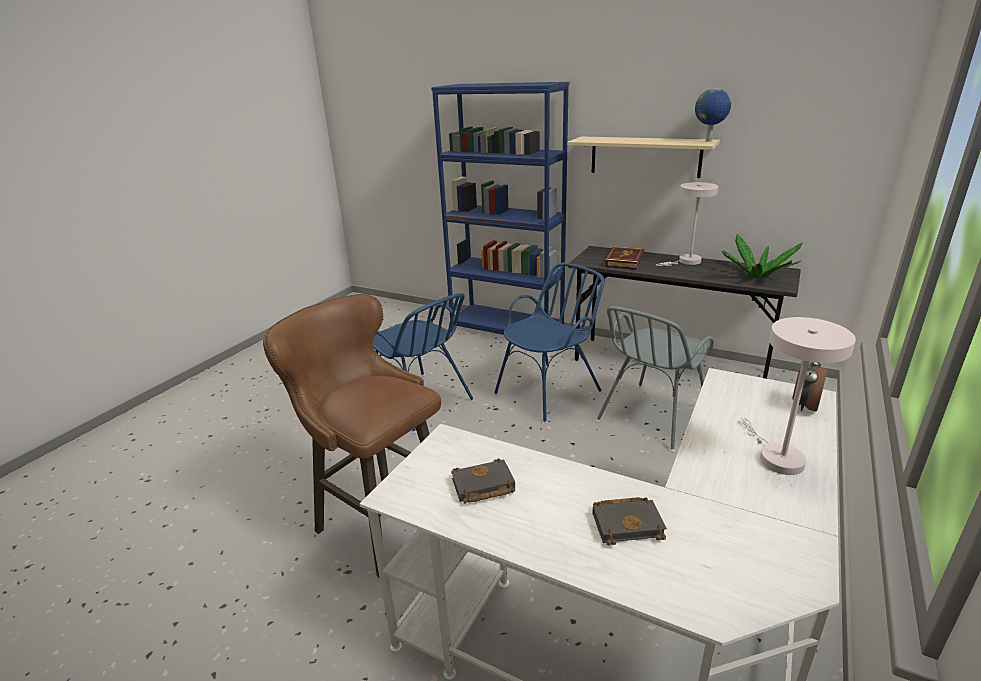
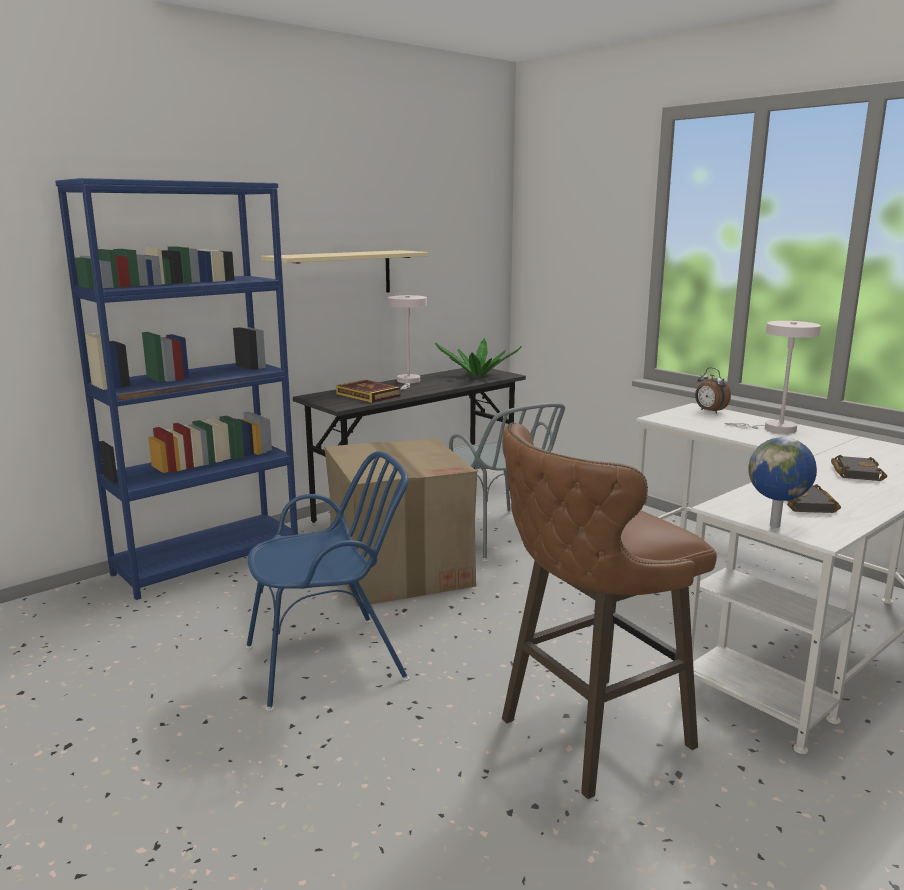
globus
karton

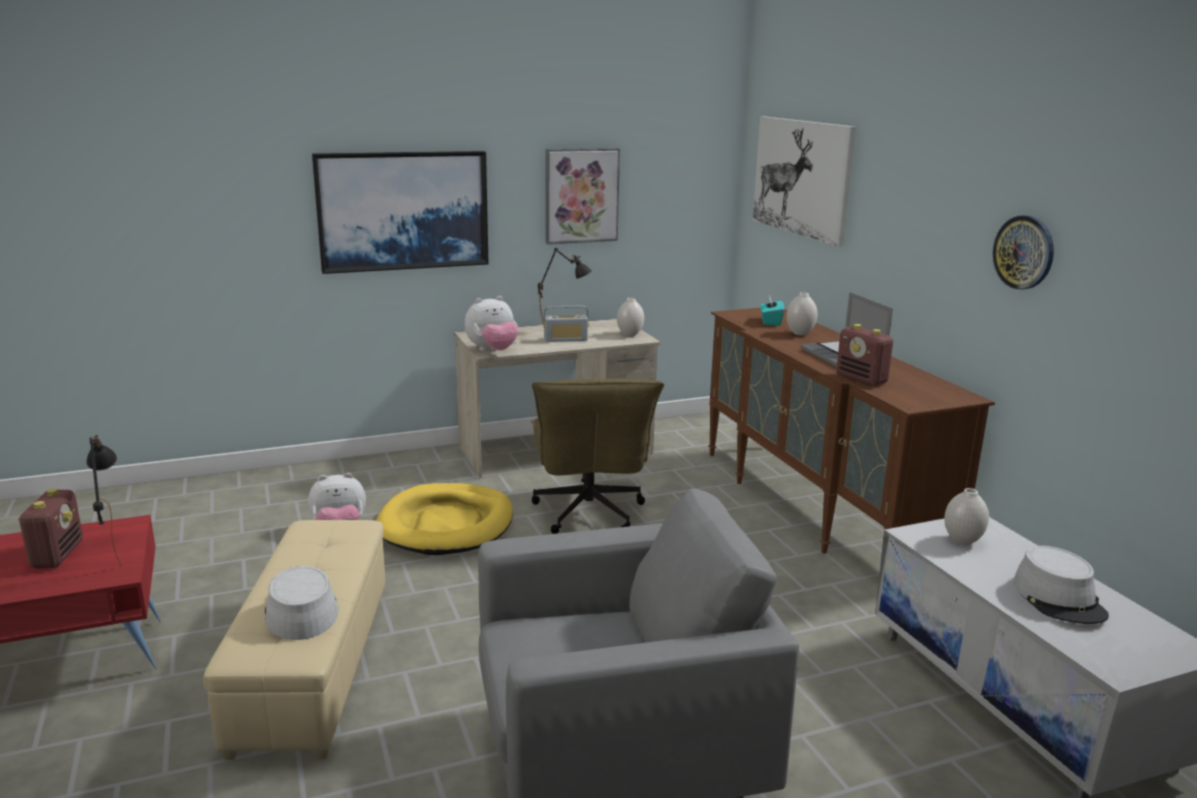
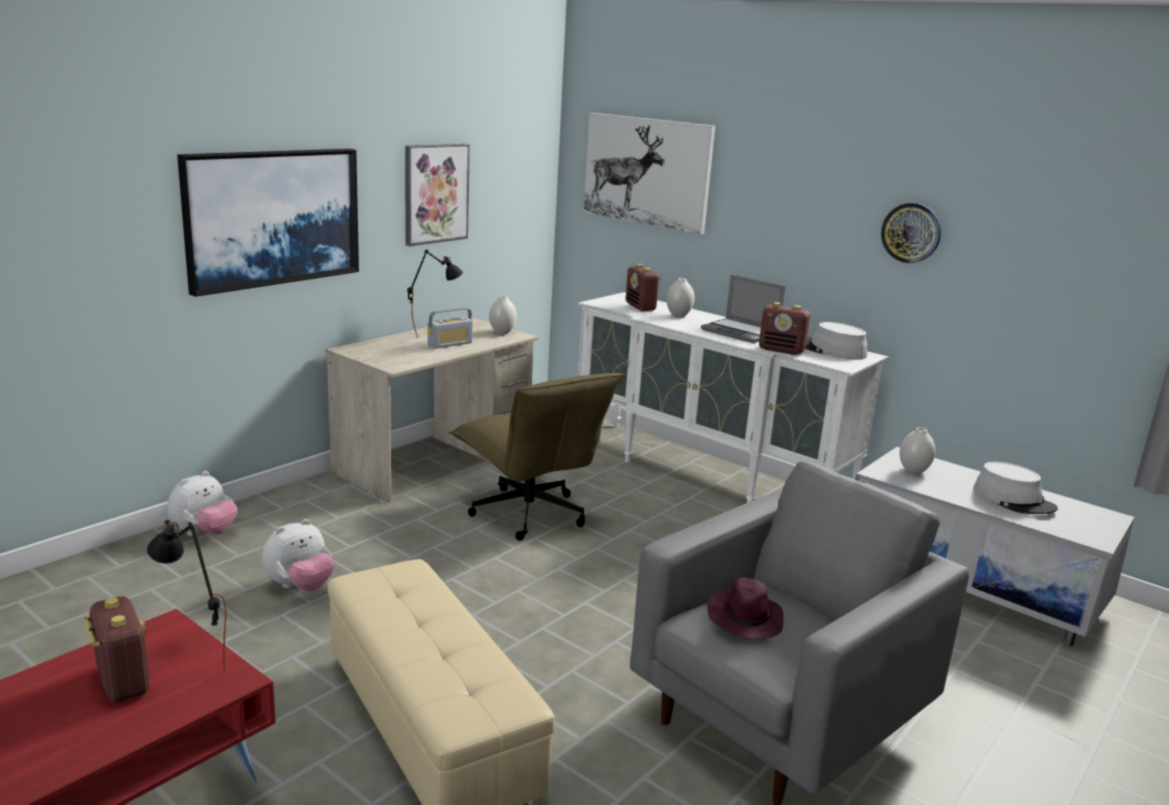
pluszak (1st from left)
radio (3rd from left)
szafka (biały)
legowisko (żółty)
kapelusz (szary) (1st from left)
kapelusz (fioletowy)

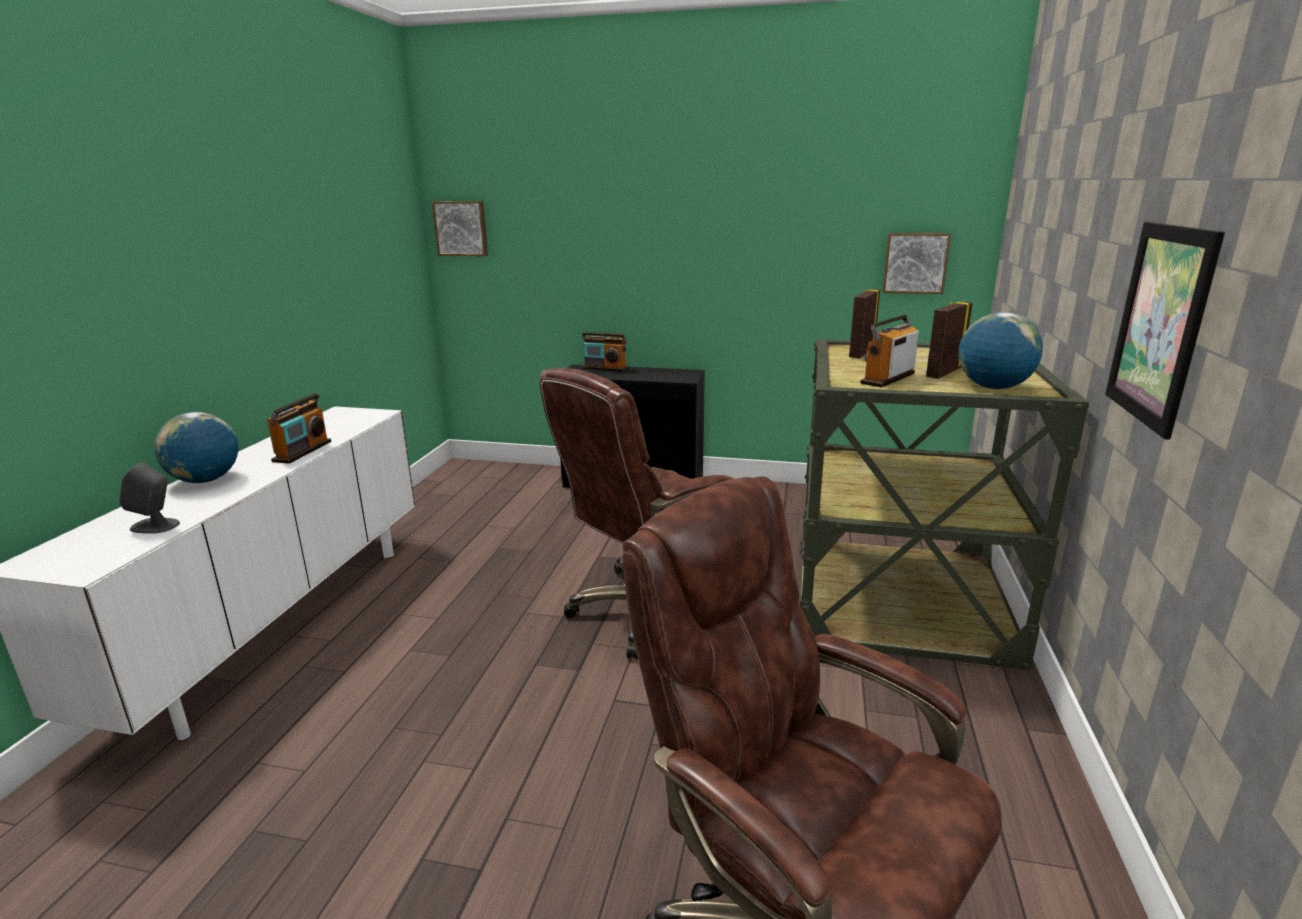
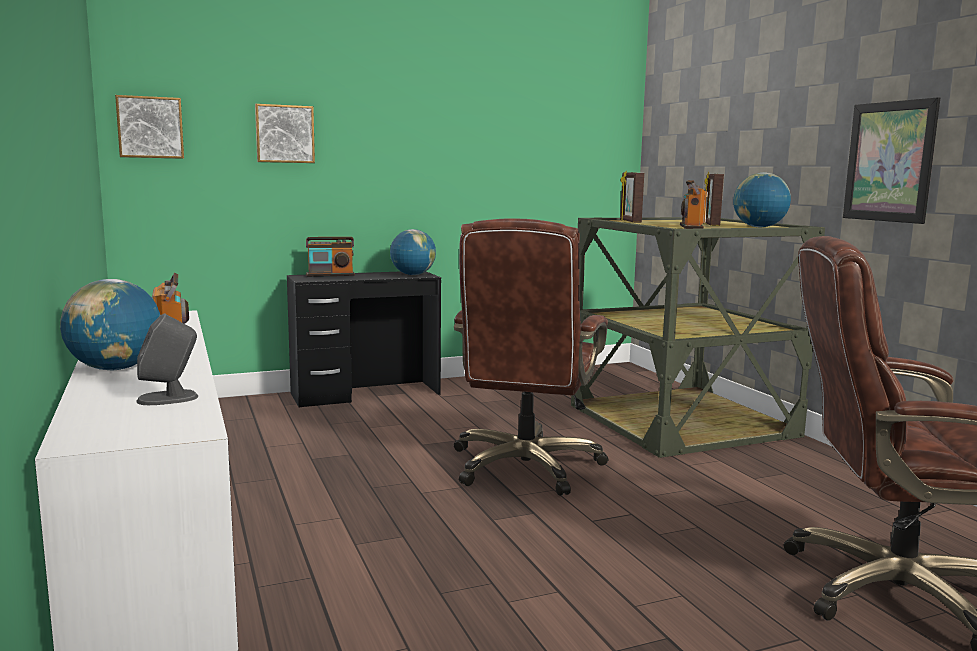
obraz (2nd from left)
globus (2nd from left)

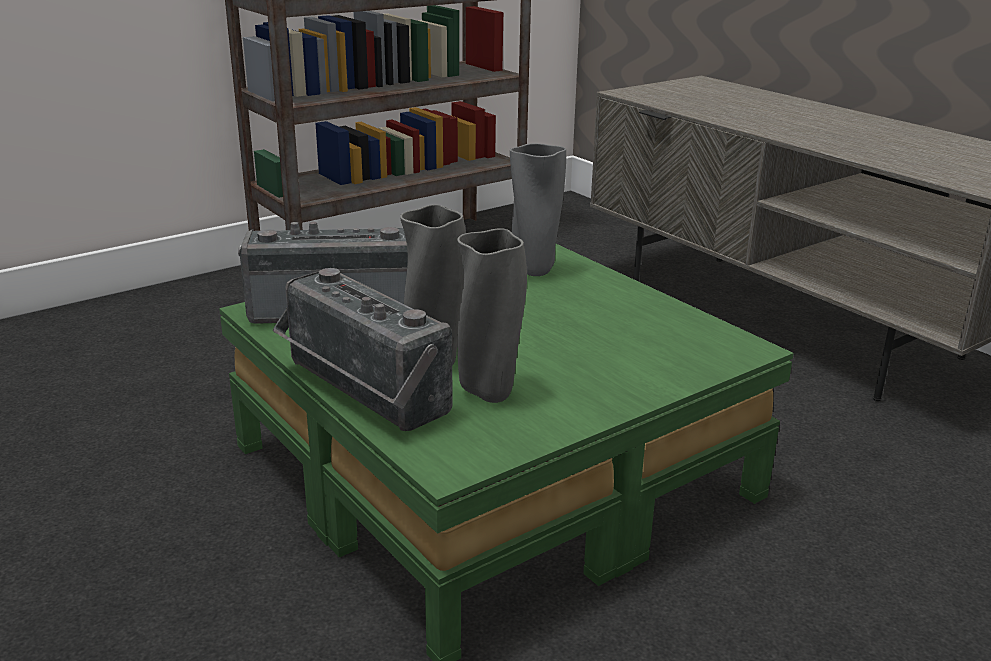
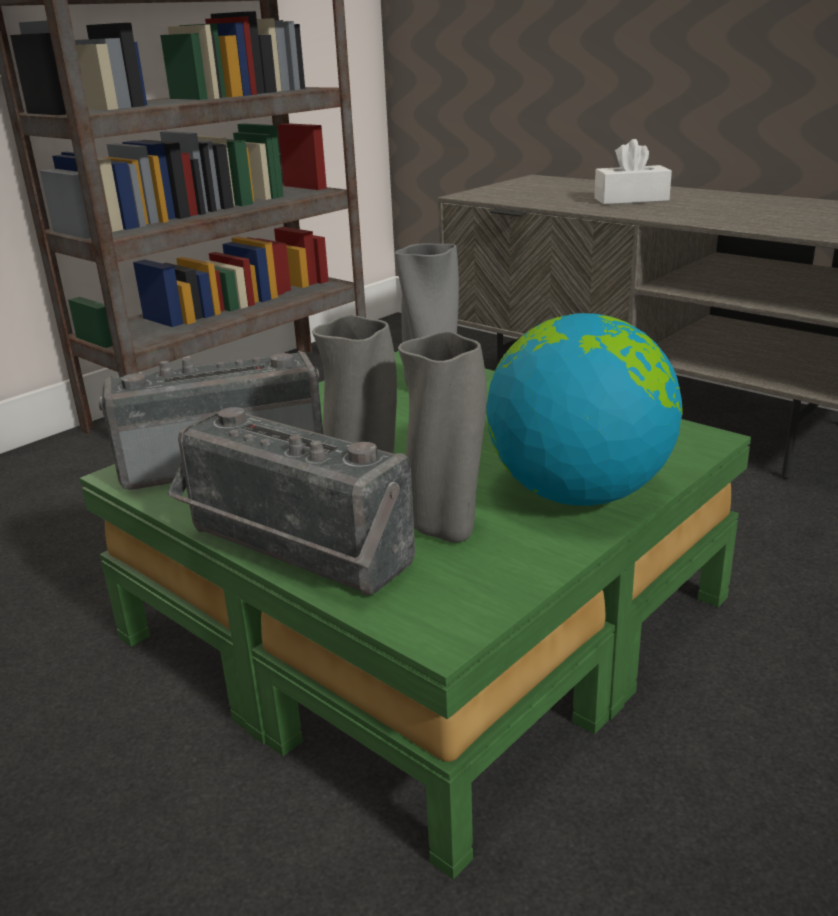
pudełko chusteczek (biały)
globus

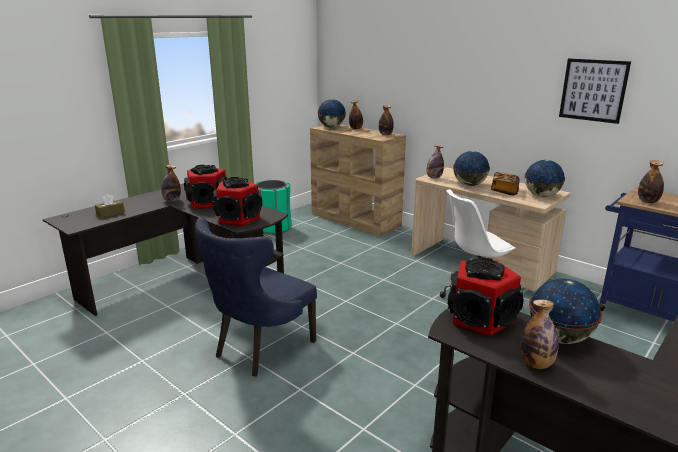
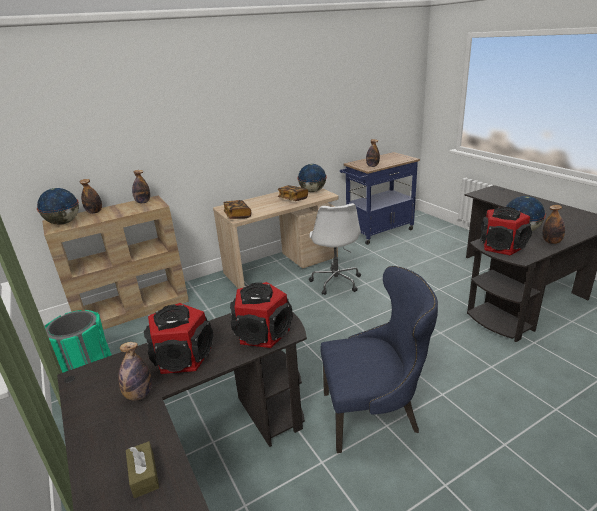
obraz
książka (1st from left)
globus (2nd from left in the first image)
krzesło (niebieski)

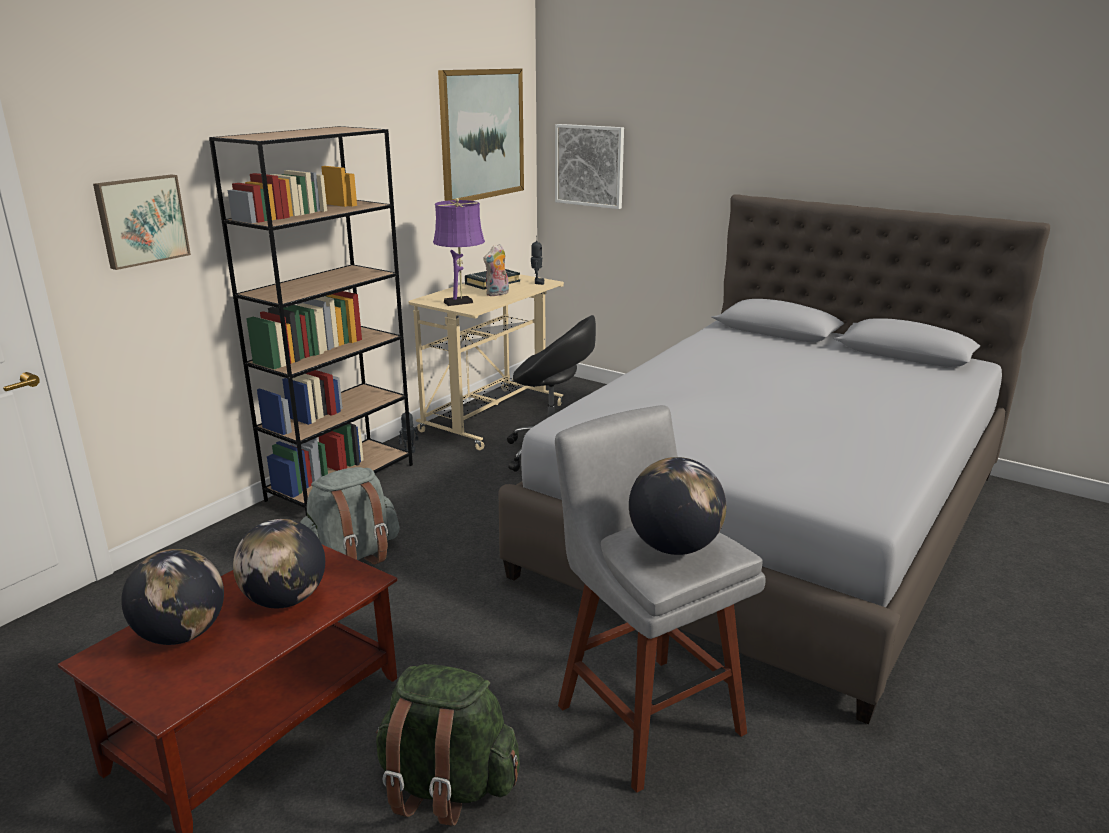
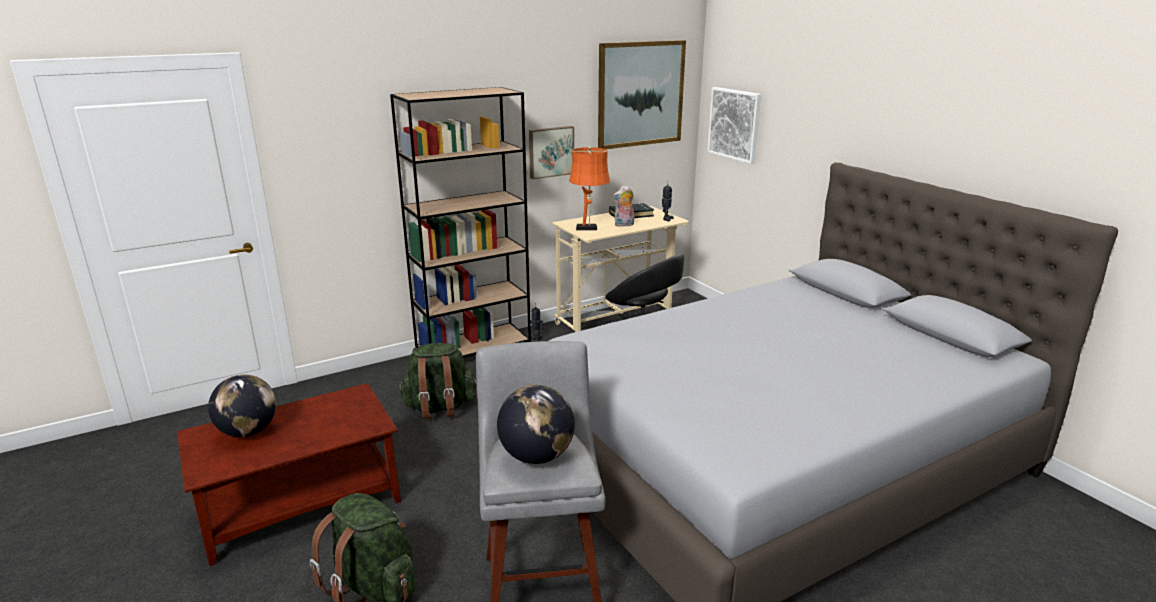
obraz (1st from left)
lampa stołowa (pomarańczowy)
plecak (zielony) (2nd from left)
globus (2nd from left in the first image)

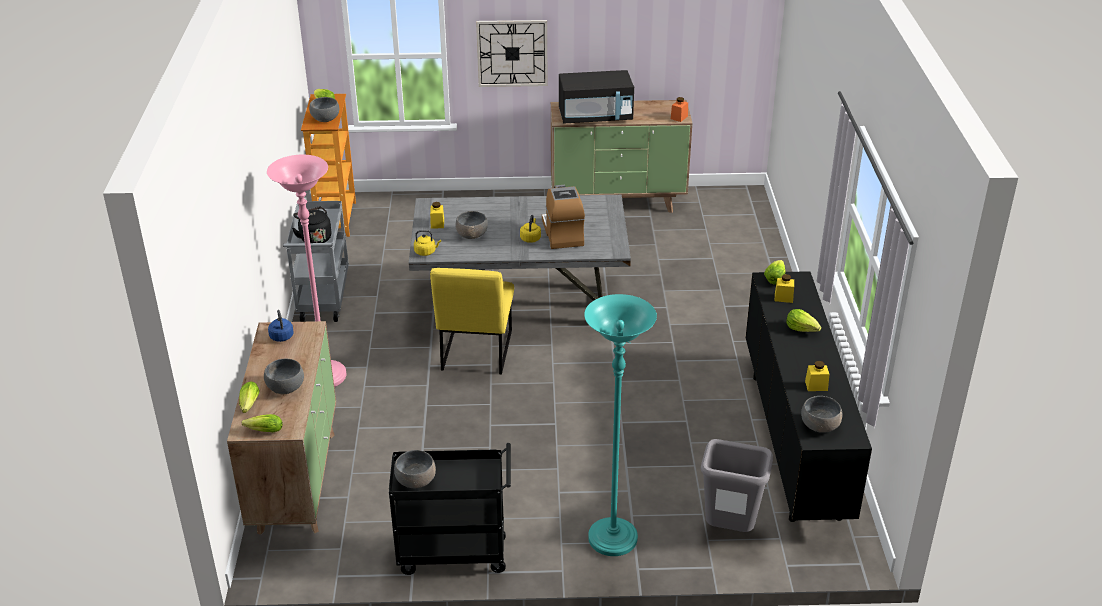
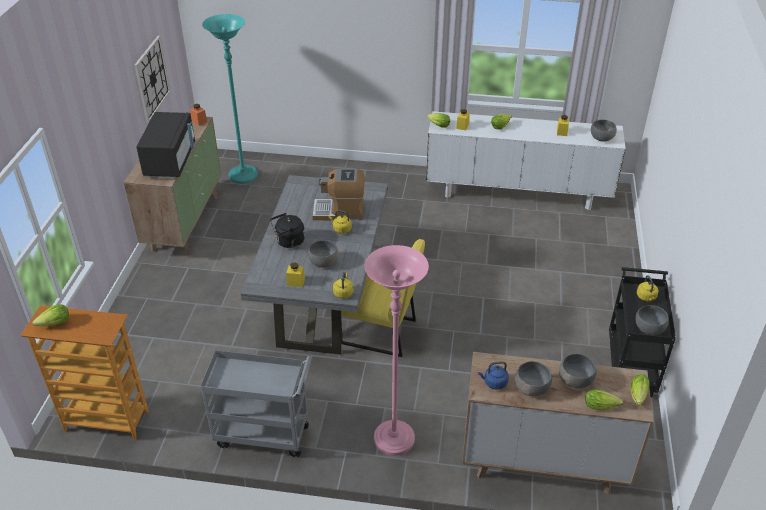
zegar ścienny
miska (szary) (2nd from left)
czajnik (czarny)
szafka (biały)
lampa stojąca (turkusowy)
kosz na śmieci (szary)
czajnik (żółty) (3rd from left)

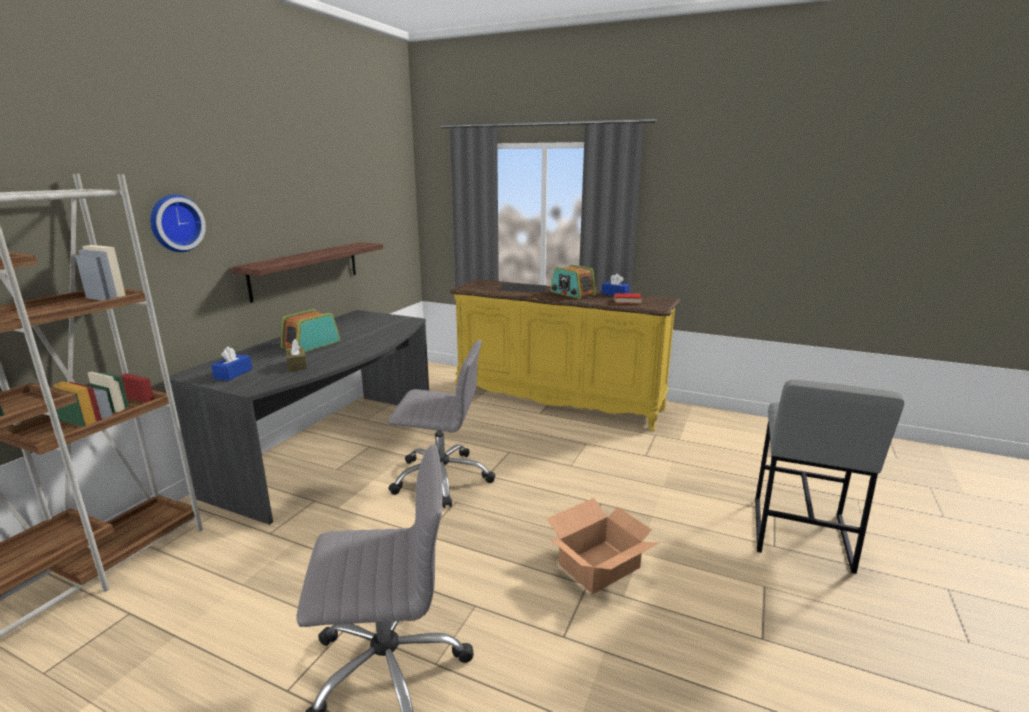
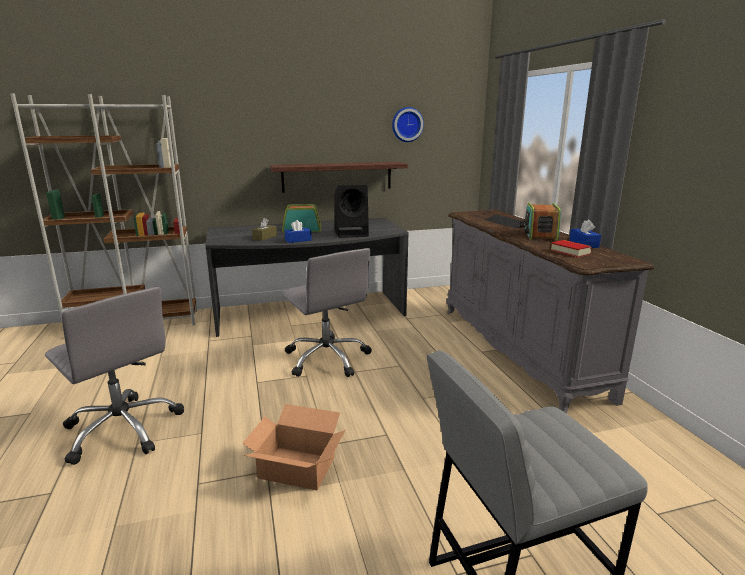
zegar ścienny
szafka (szary)
pudełko chusteczek (niebieski) (1st from left)
głośnik (czarny)

